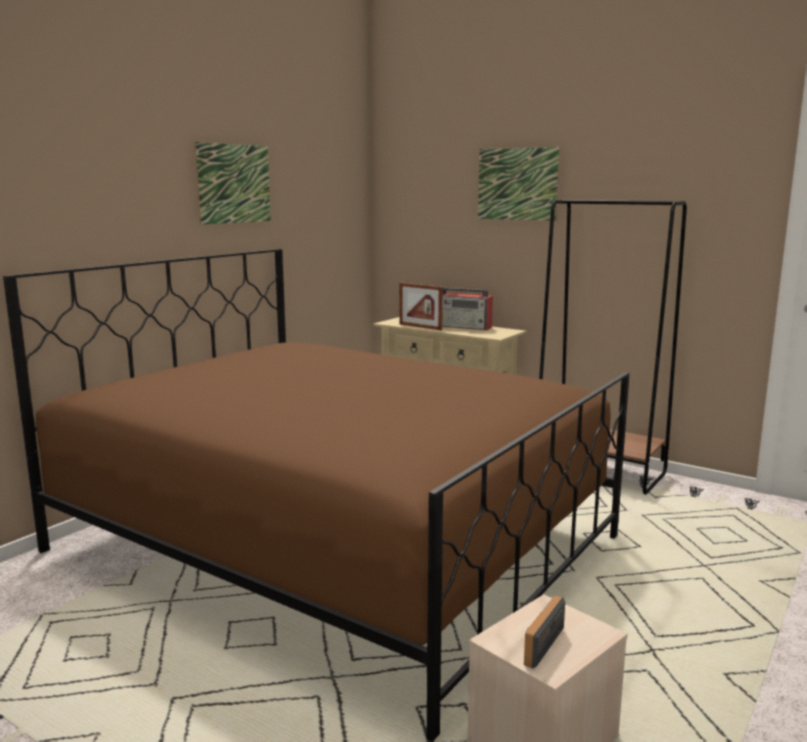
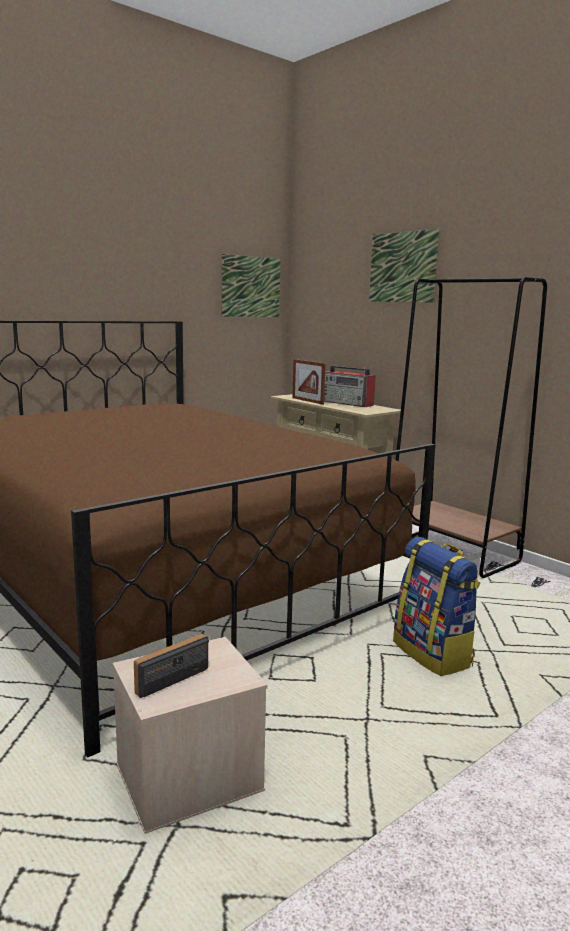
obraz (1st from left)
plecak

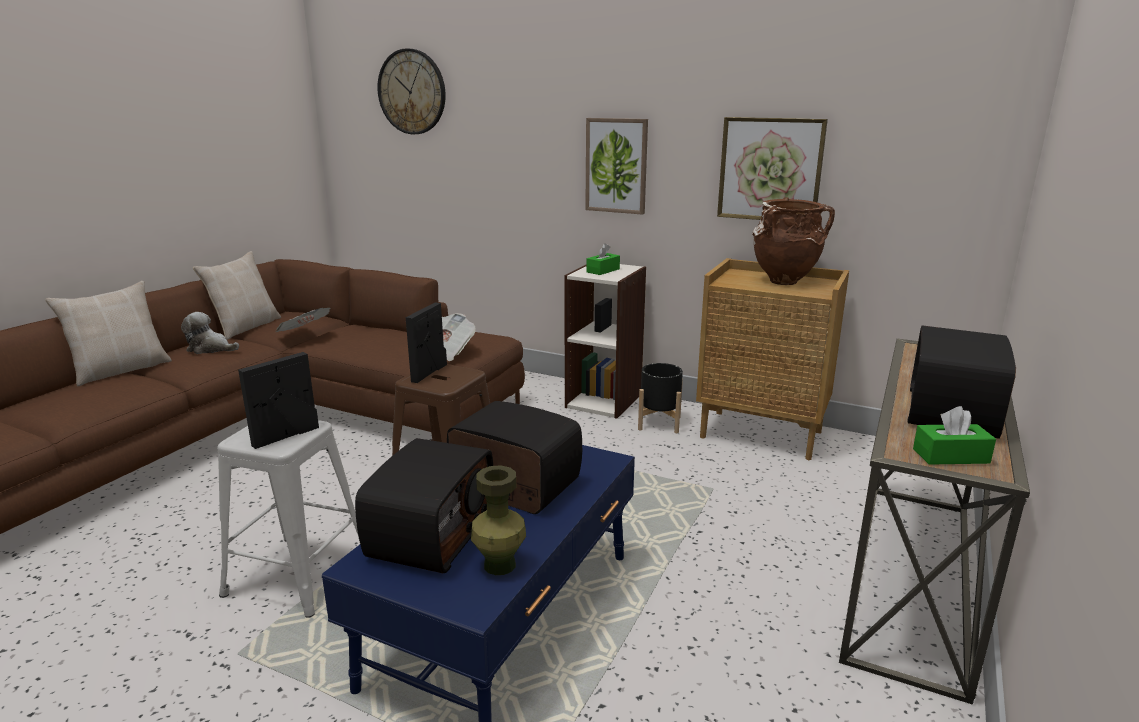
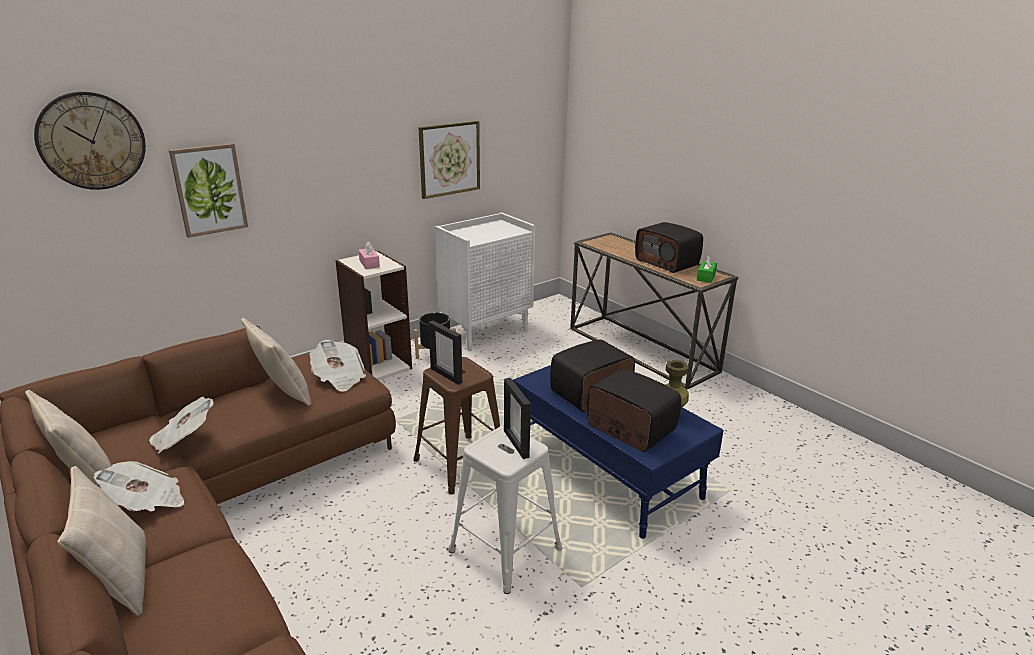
obraz (1st from left)
wazon (brązowy)
pudełko chusteczek (różowy)
szafka (biały)
gazeta (1st from left)
poduszka (beżowy) (3rd from left)

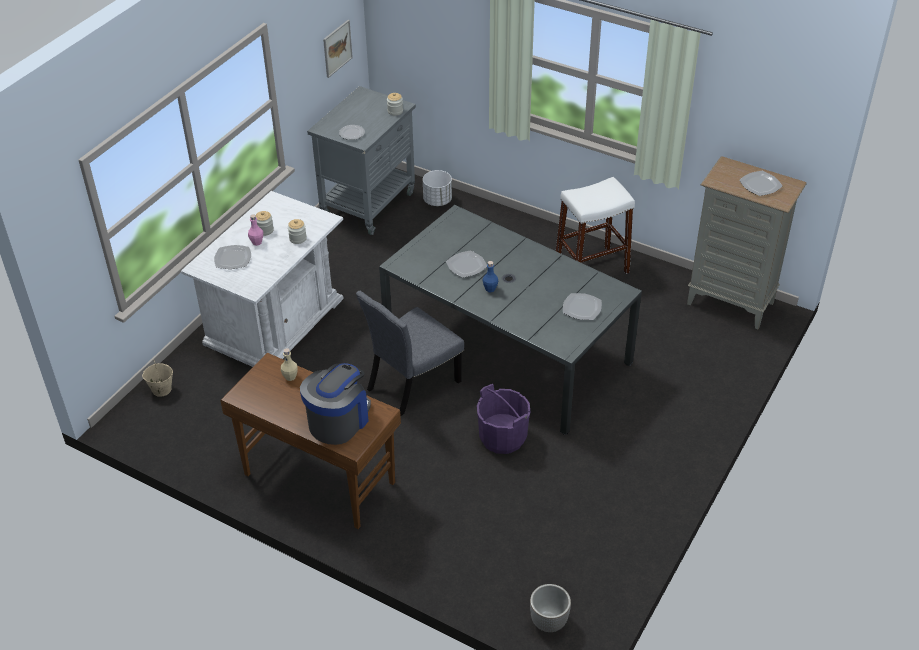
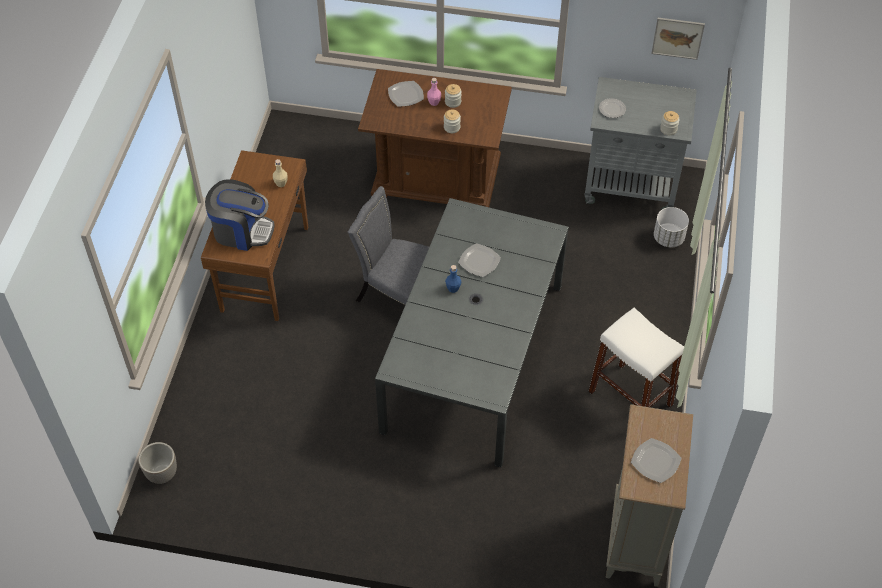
szafka (brązowy)
talerz (4th from left in the first image)
wiadro (beżowy)
wiadro (fioletowy)

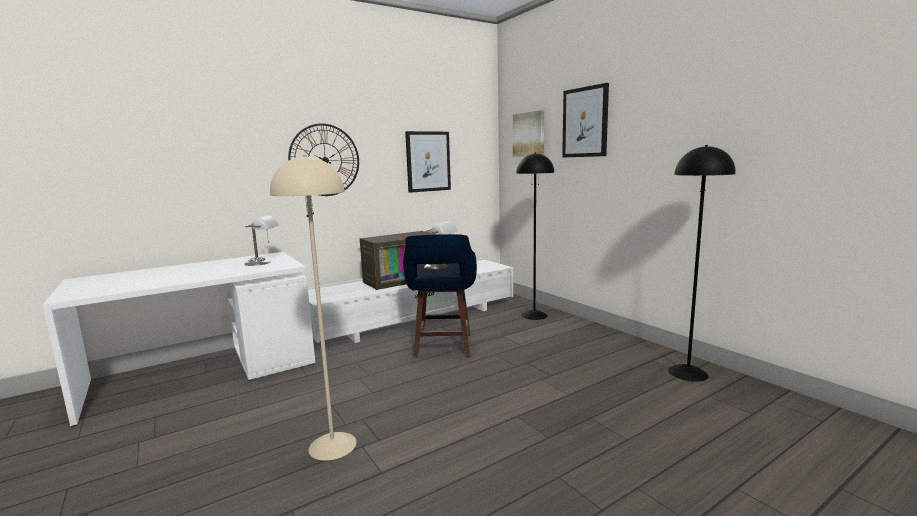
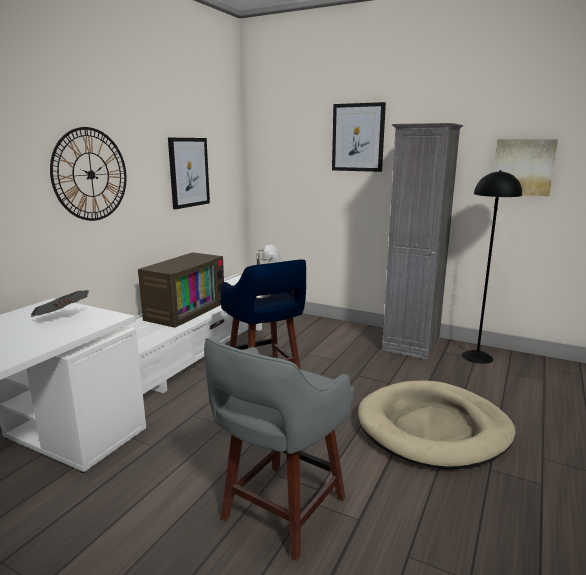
obraz (3rd from left)
lampa stojąca (czarny) (1st from left in the first image)
stołek (szary)
gazeta
szafka (szary)
legowisko (beżowy)

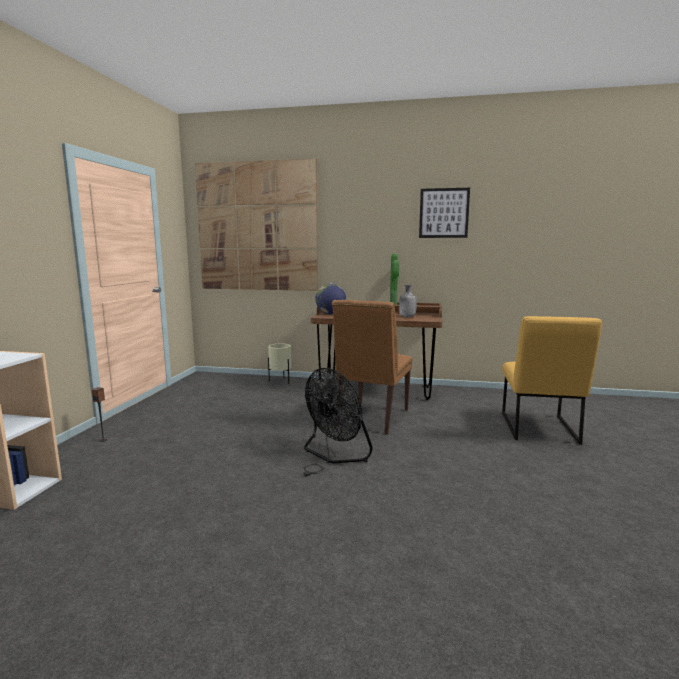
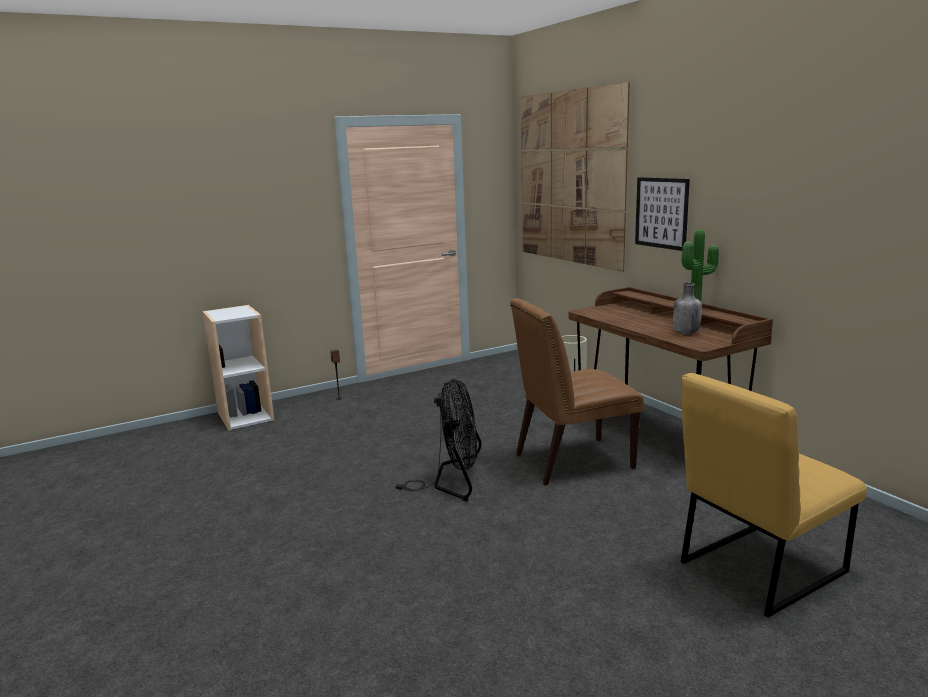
obraz (2nd from left)
globus

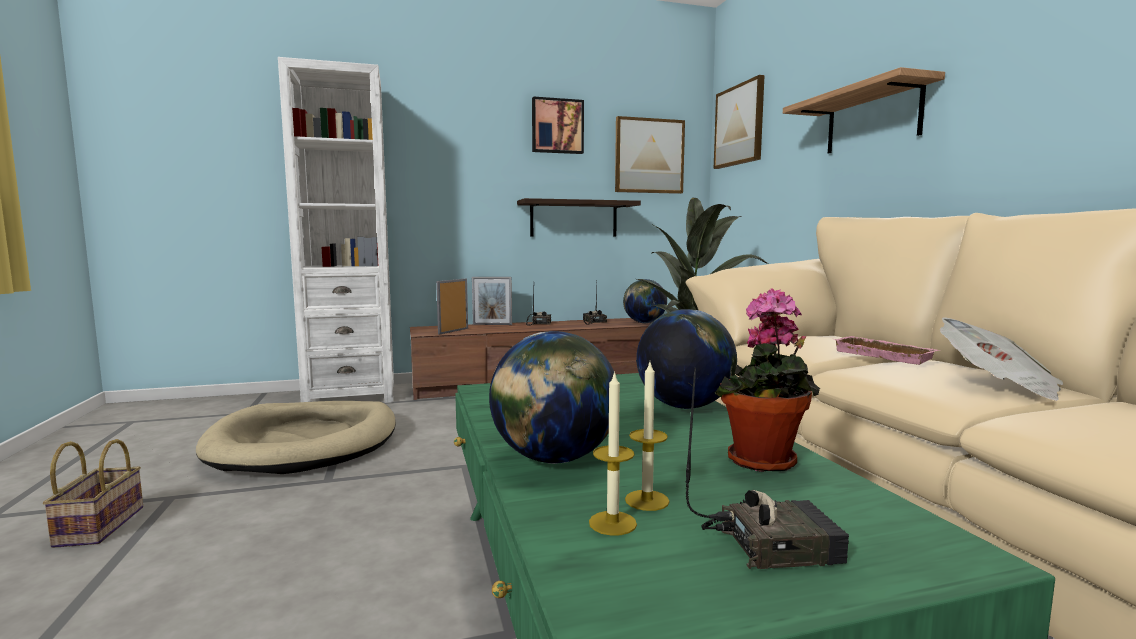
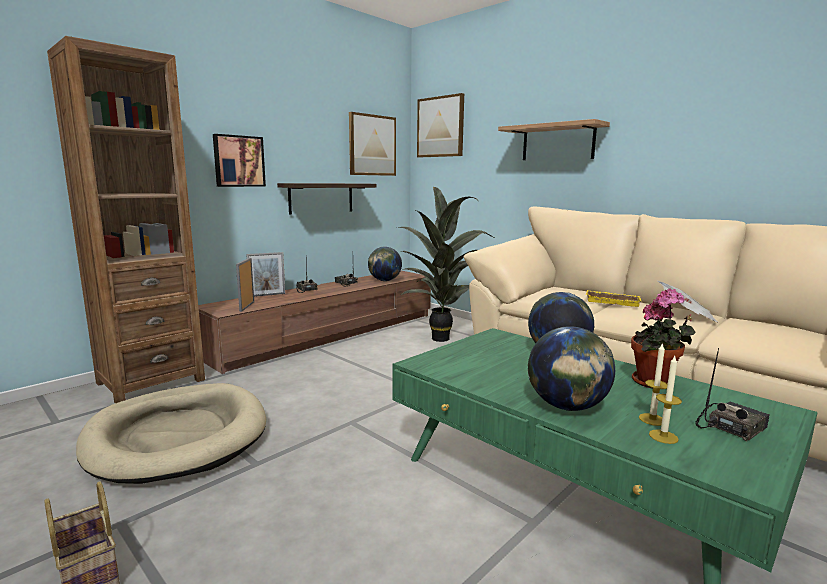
regał (brązowy)
obraz (1st from left)
taca (żółty)

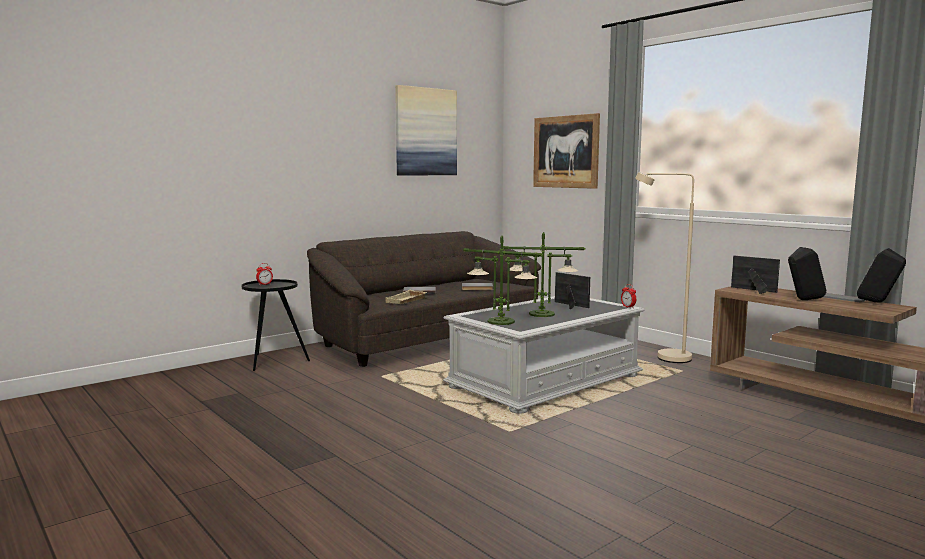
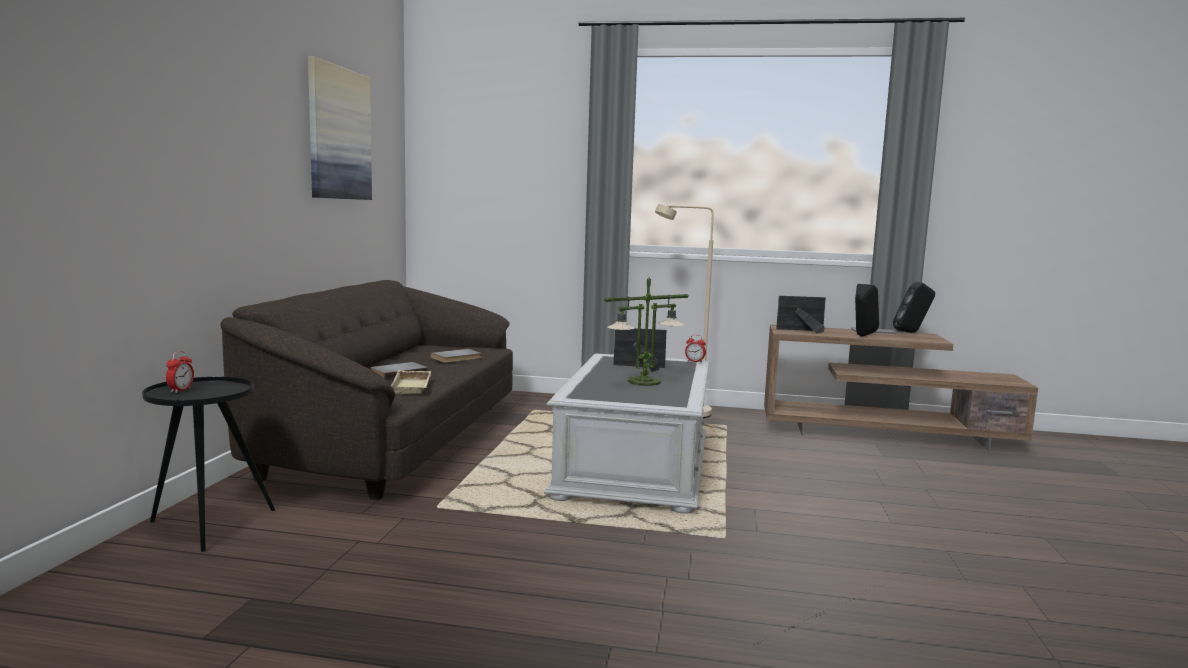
obraz (2nd from left in the first image)
lampa stołowa (1st from left in the first image)

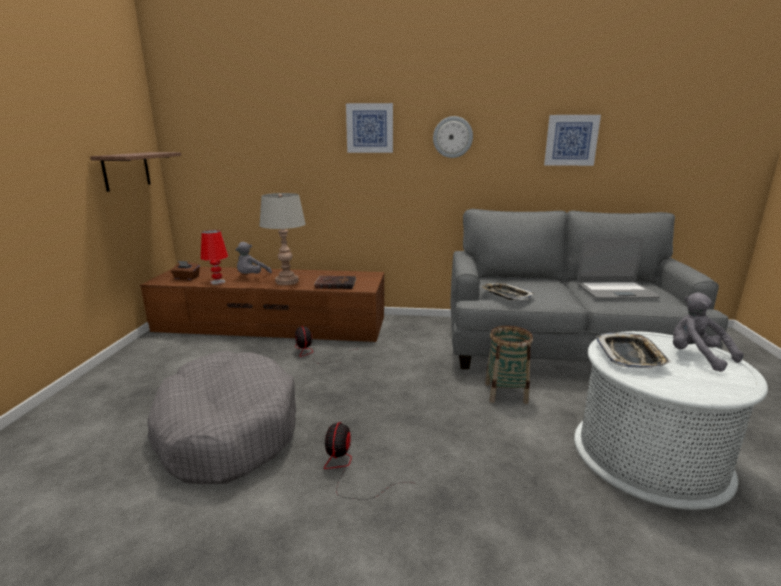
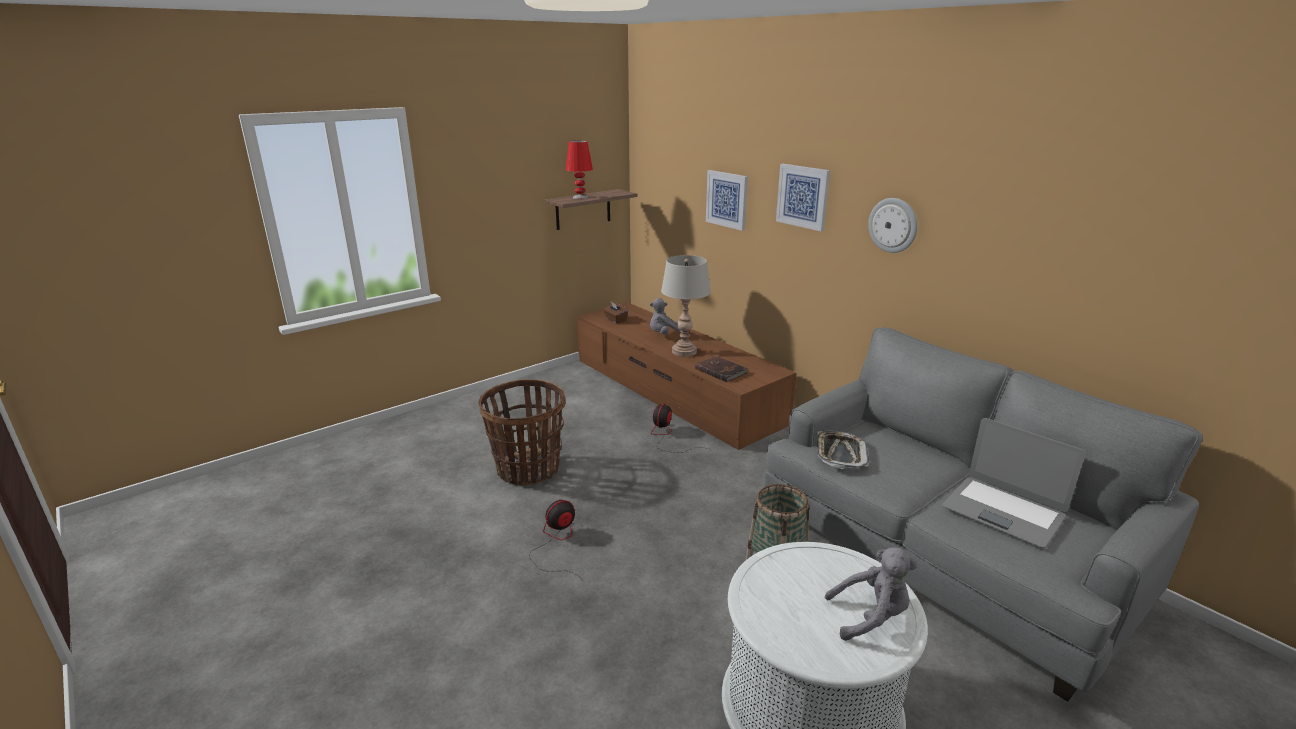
obraz (1st from left)
lampa stołowa (czerwony)
pluszak (szary) (2nd from left)
taca (2nd from left in the first image)
koszyk (1st from left)

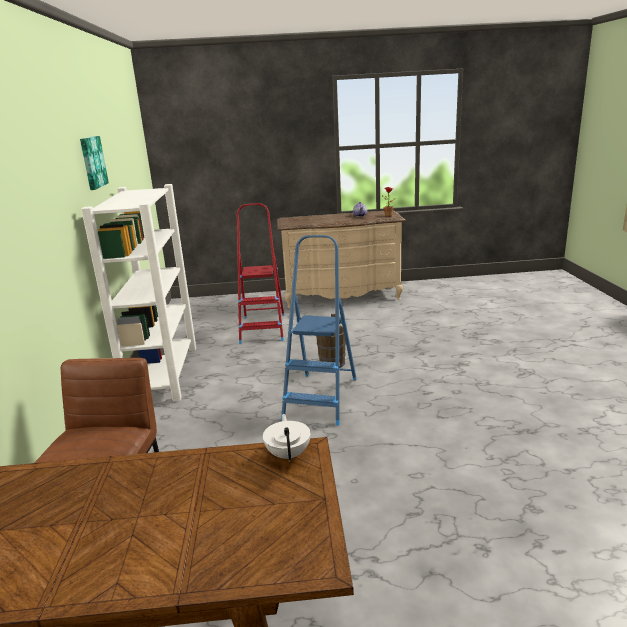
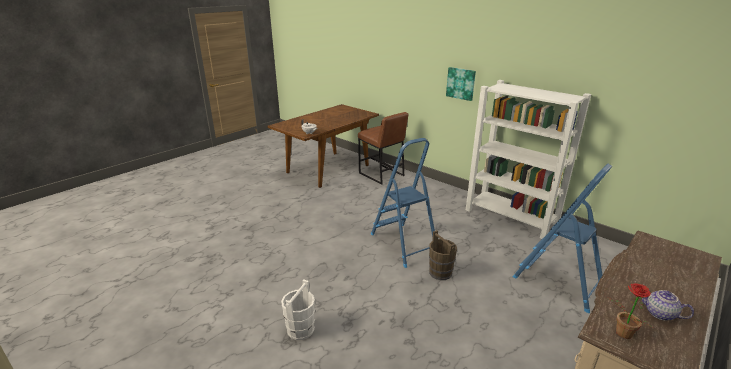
obraz
drabinka (niebieski) (2nd from left)
wiadro (biały)

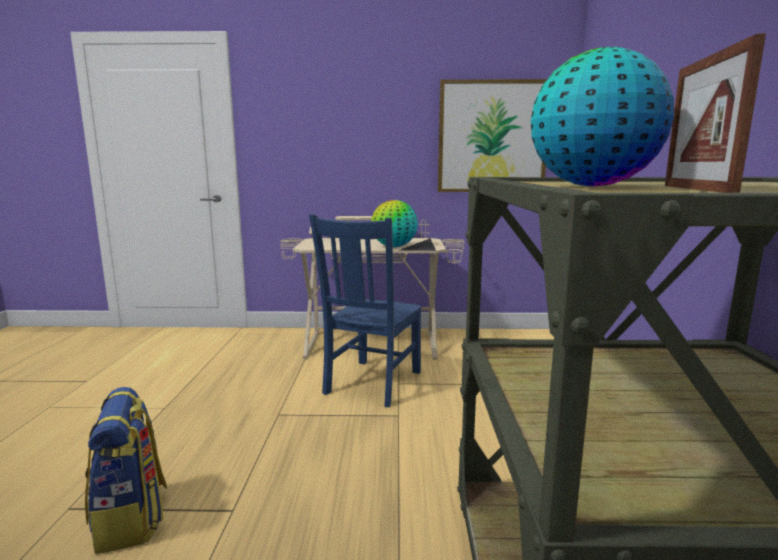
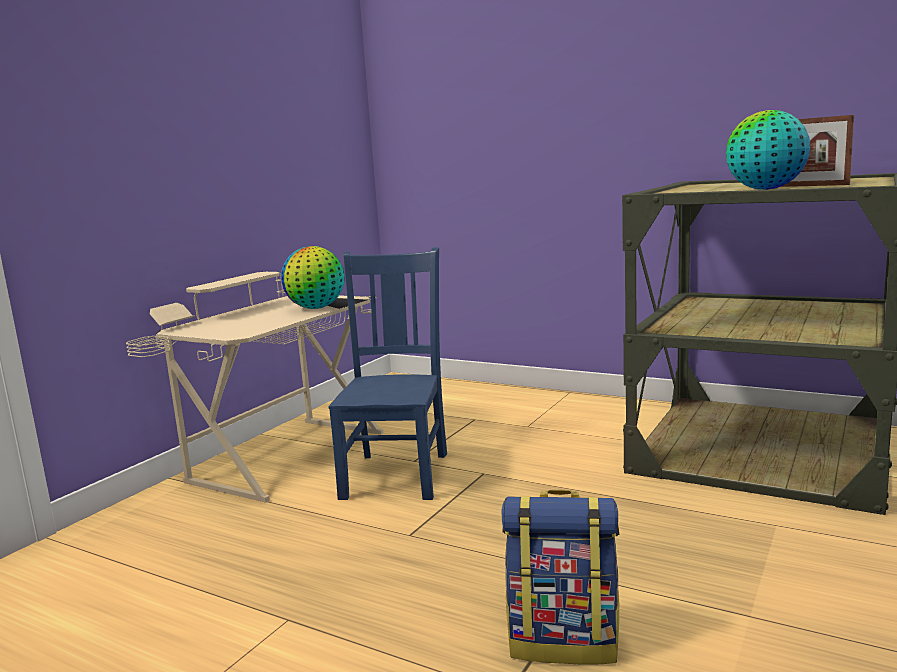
obraz
krzesło (niebieski)

